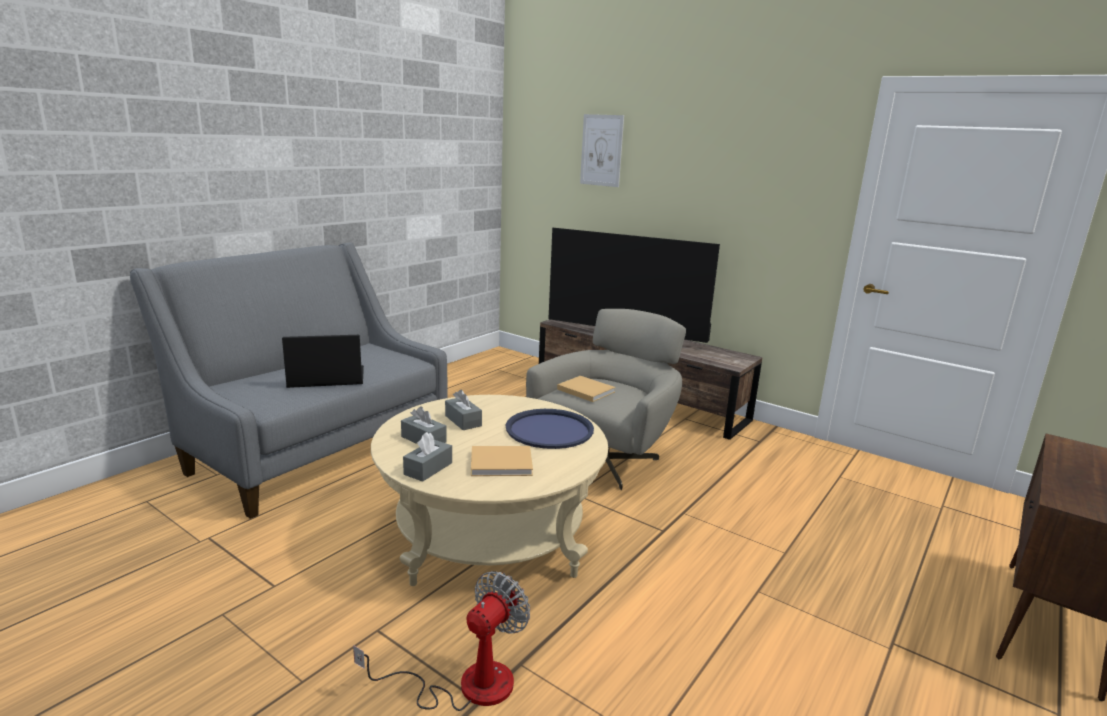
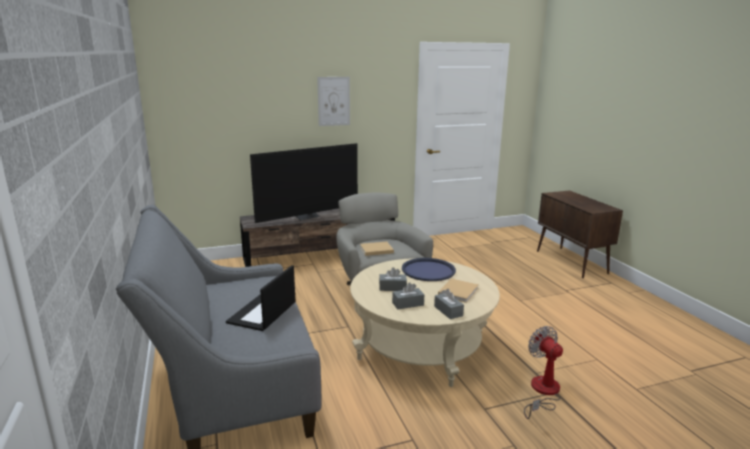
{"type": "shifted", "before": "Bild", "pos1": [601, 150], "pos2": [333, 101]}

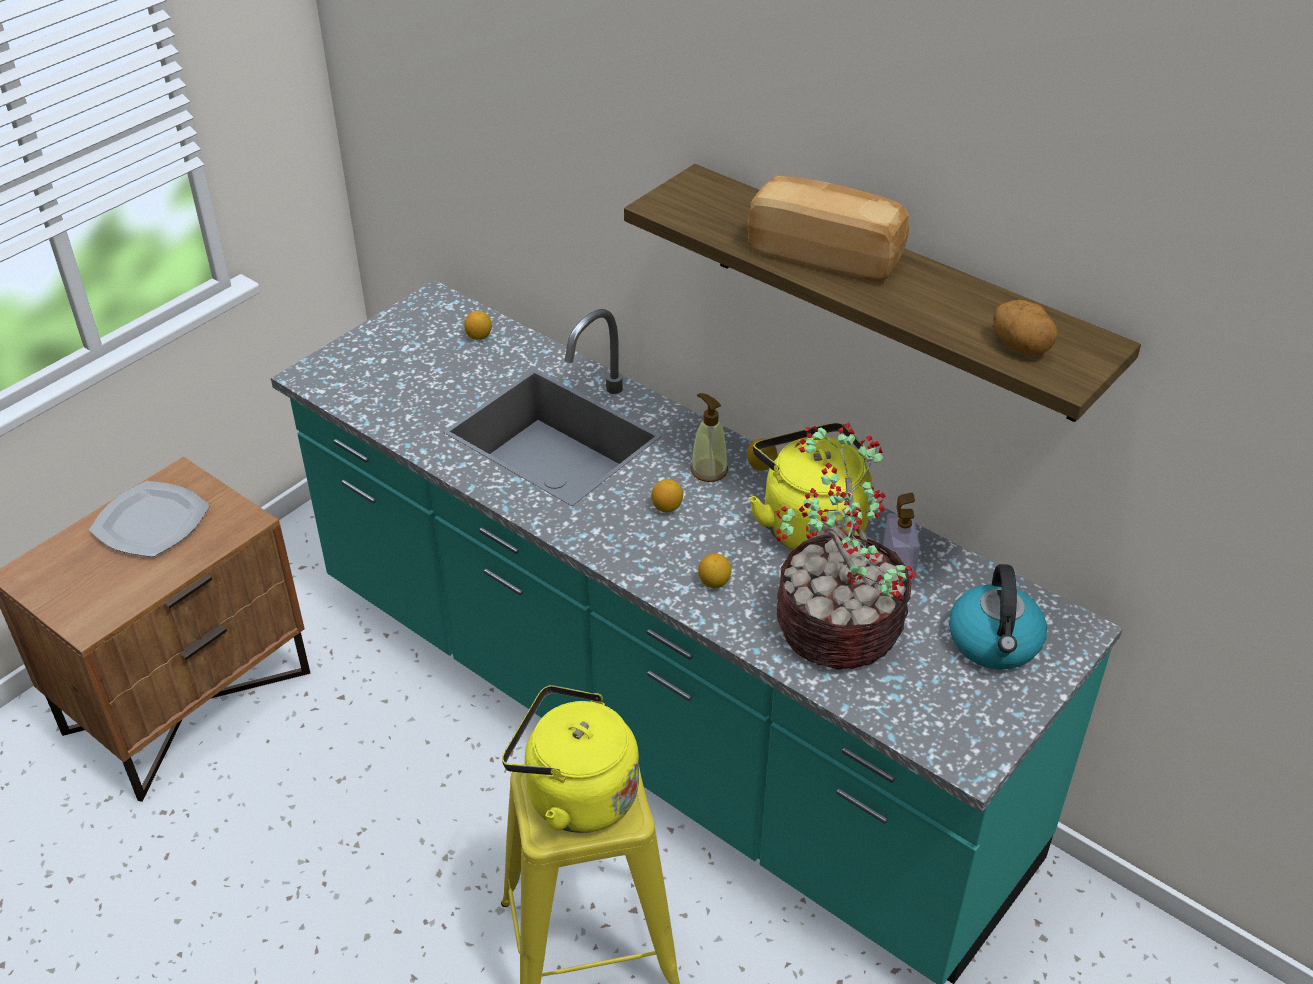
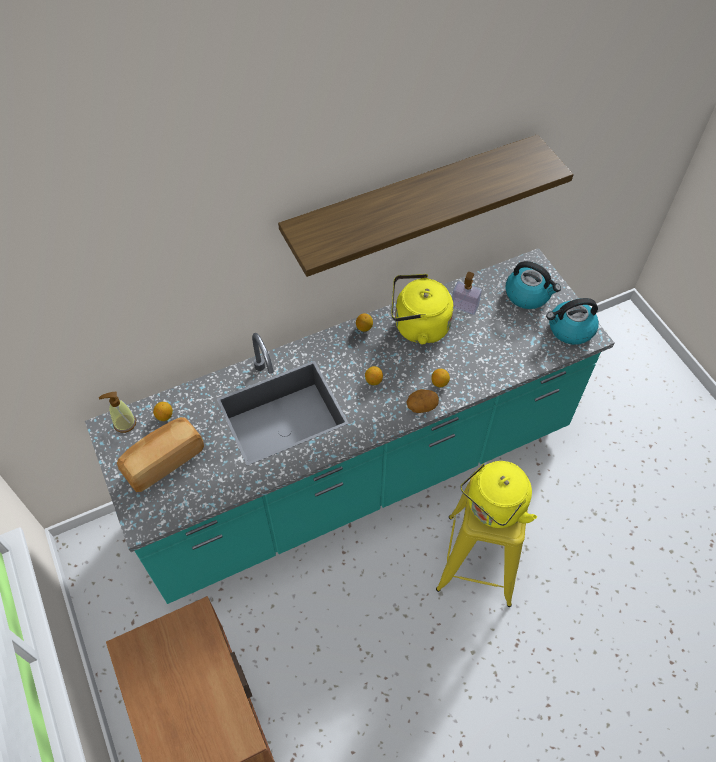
{"type": "gone", "before": "Teller", "pos1": [151, 521]}
{"type": "shifted", "before": "Seifenspender", "pos1": [708, 470], "pos2": [124, 423]}
{"type": "shifted", "before": "Brot", "pos1": [826, 254], "pos2": [163, 461]}
{"type": "gone", "before": "Topfpflanze", "pos1": [835, 624]}
{"type": "shifted", "before": "Kartoffel", "pos1": [1021, 346], "pos2": [422, 407]}
{"type": "new", "after": "Wasserkessel", "pos2": [570, 329]}

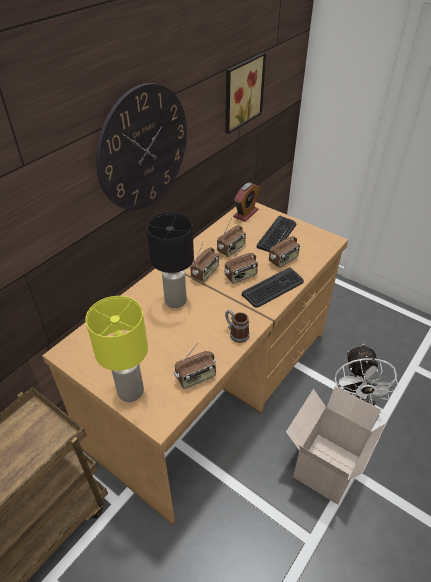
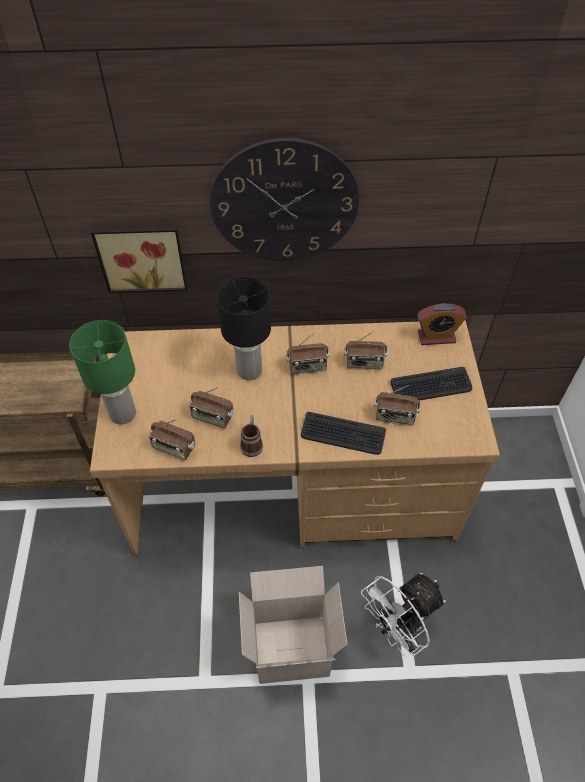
{"type": "repainted", "before": "Tischlampe [gelb]", "after": "Tischlampe [grün]", "pos1": [131, 391], "pos2": [123, 414]}
{"type": "shifted", "before": "Radio", "pos1": [241, 276], "pos2": [212, 417]}
{"type": "shifted", "before": "Bild", "pos1": [241, 92], "pos2": [142, 257]}

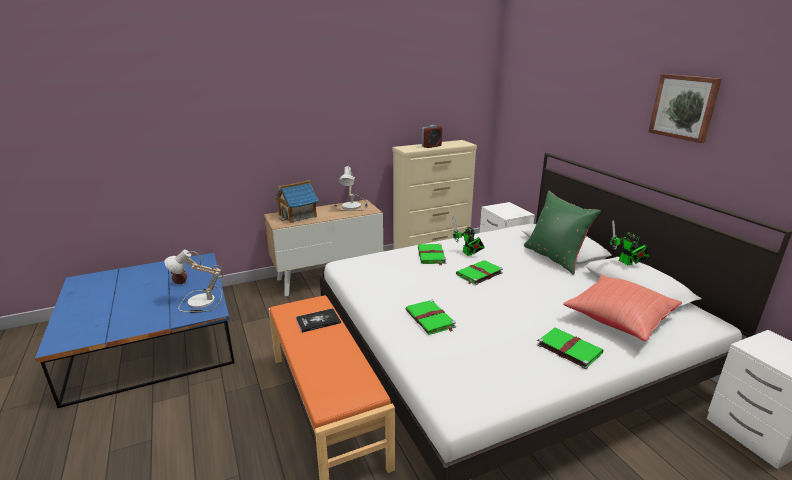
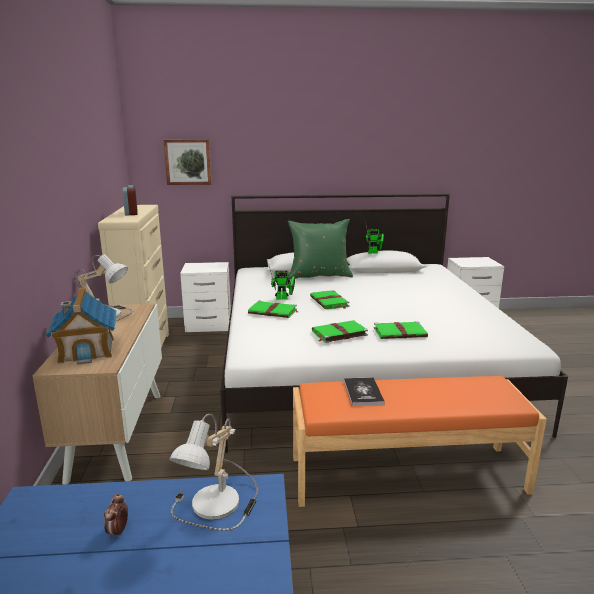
{"type": "shifted", "before": "Buch [grün]", "pos1": [568, 348], "pos2": [338, 333]}
{"type": "gone", "before": "Kissen [rot]", "pos1": [618, 319]}
{"type": "shifted", "before": "Bild", "pos1": [684, 107], "pos2": [188, 162]}

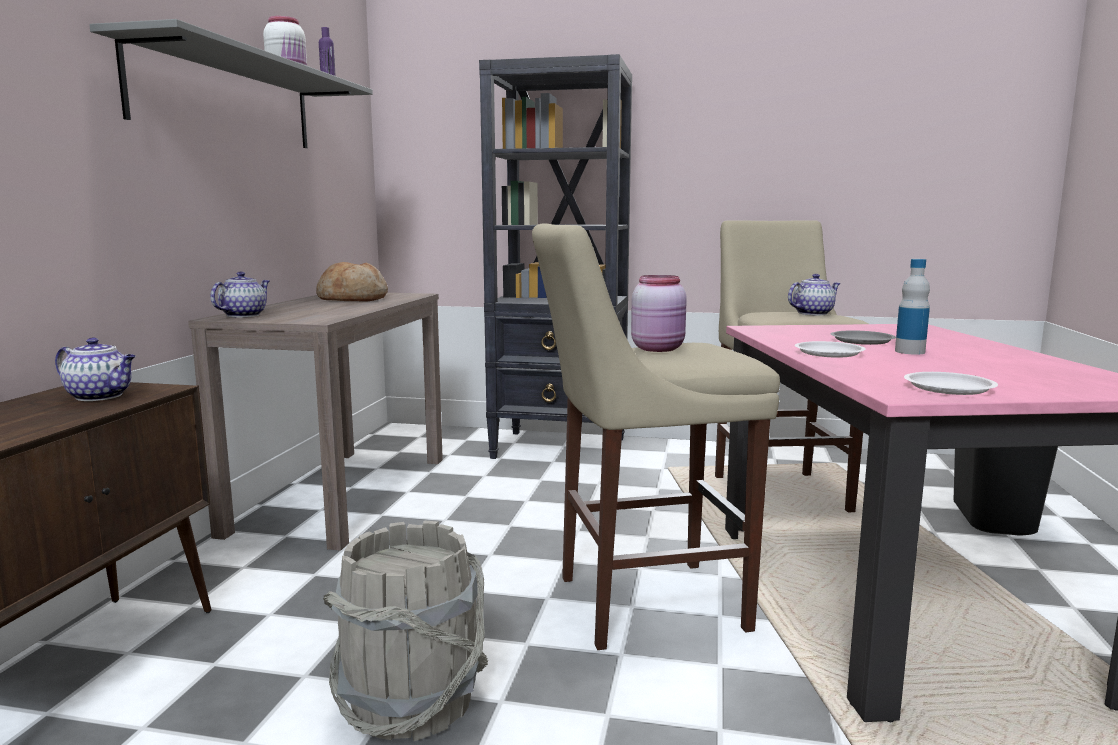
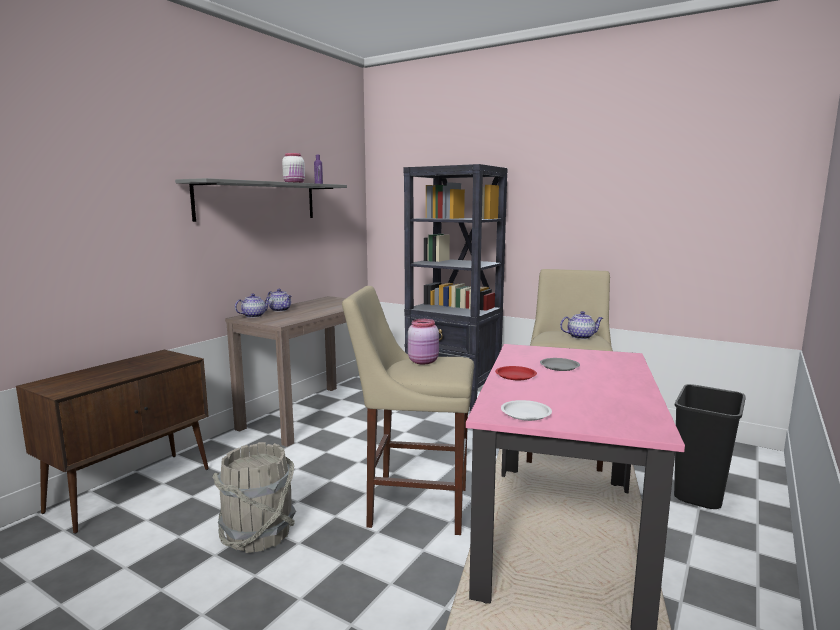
{"type": "shifted", "before": "Teekanne", "pos1": [101, 396], "pos2": [280, 310]}
{"type": "gone", "before": "Brot", "pos1": [353, 299]}
{"type": "repainted", "before": "Teller [weiß]", "after": "Teller [rot]", "pos1": [829, 353], "pos2": [515, 376]}
{"type": "gone", "before": "Flasche", "pos1": [909, 352]}

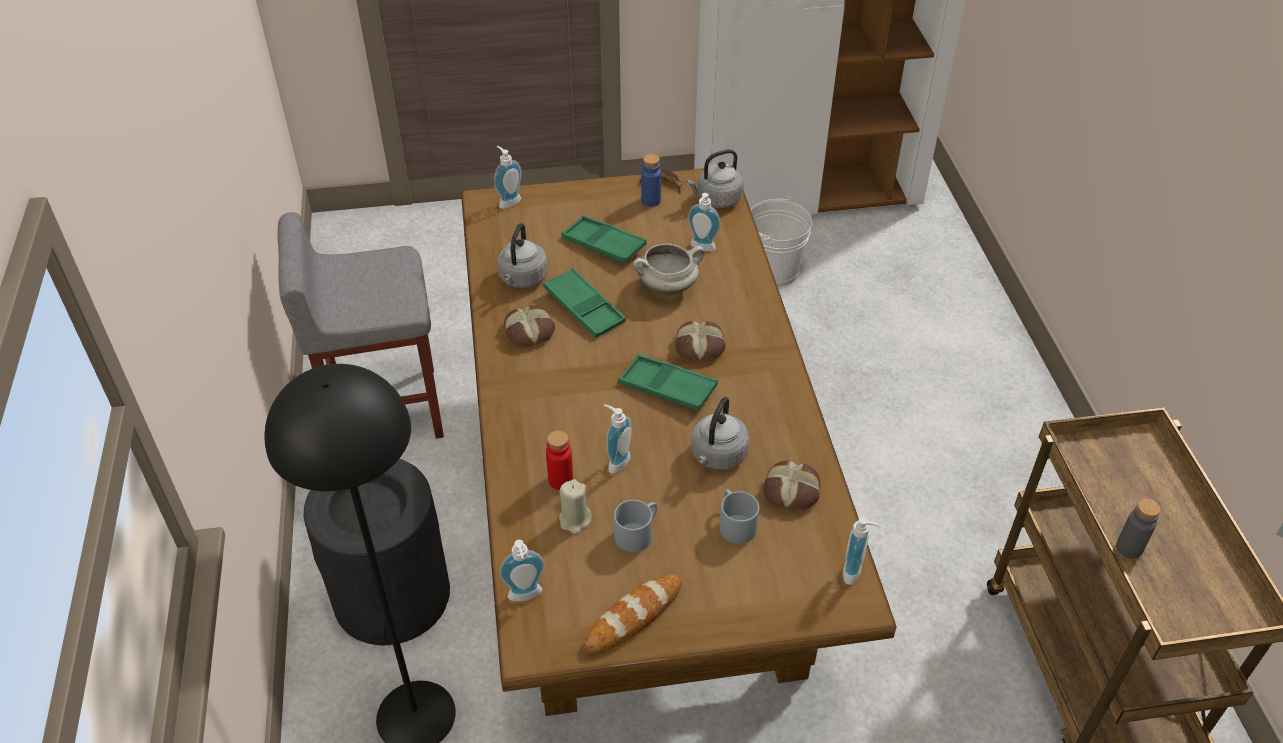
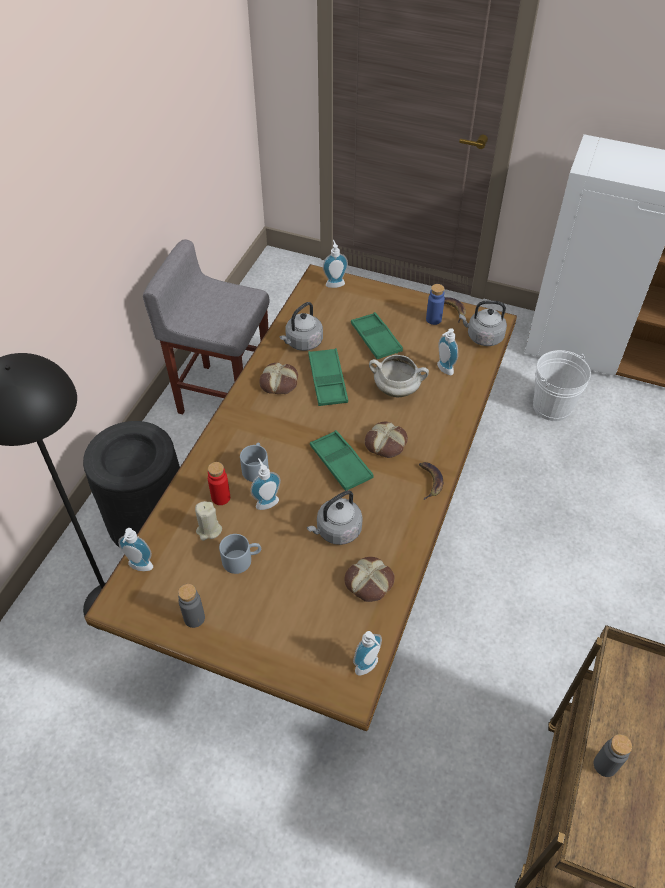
{"type": "swapped", "before": "Brot", "after": "Flasche [grau]", "pos1": [633, 617], "pos2": [194, 618]}
{"type": "shifted", "before": "Henkelbecher [grau]", "pos1": [734, 523], "pos2": [255, 467]}
{"type": "new", "after": "Banane", "pos2": [429, 481]}

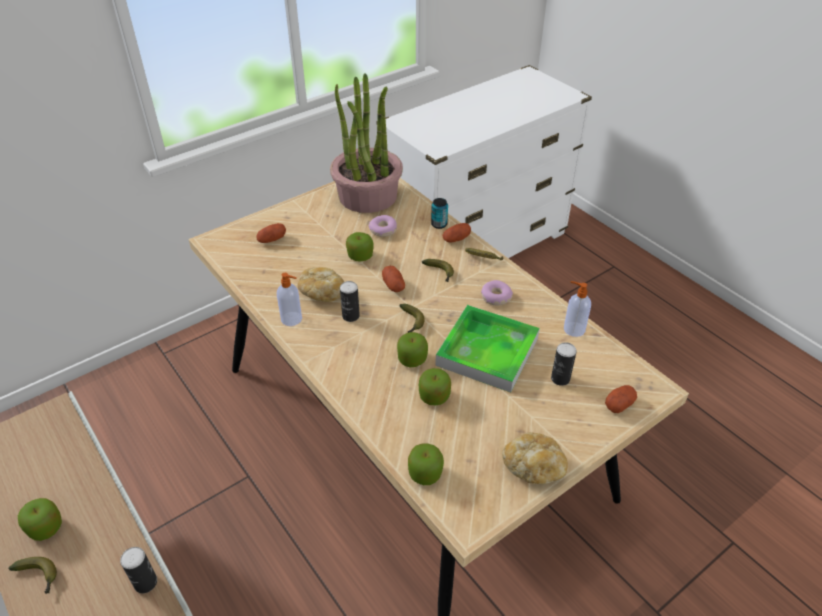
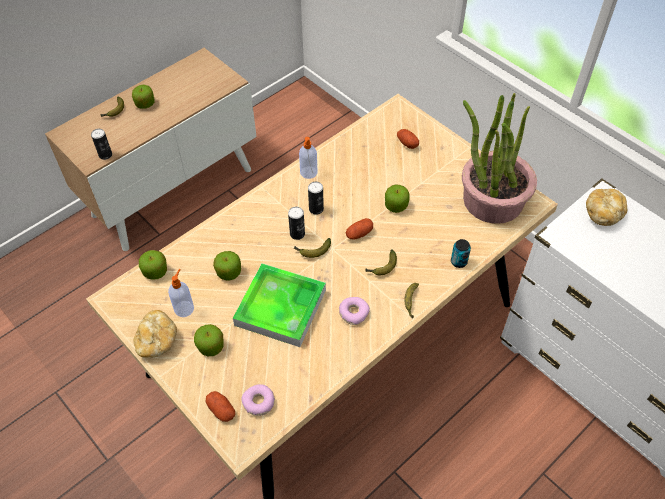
{"type": "shifted", "before": "Brot", "pos1": [321, 293], "pos2": [603, 213]}
{"type": "shifted", "before": "Donut", "pos1": [383, 230], "pos2": [259, 402]}
{"type": "shifted", "before": "Apfel", "pos1": [412, 359], "pos2": [211, 346]}
{"type": "gone", "before": "Kartoffel", "pos1": [456, 239]}
{"type": "shifted", "before": "Dose", "pos1": [560, 378], "pos2": [297, 234]}
{"type": "shifted", "before": "Seifenspender", "pos1": [573, 329], "pos2": [184, 308]}

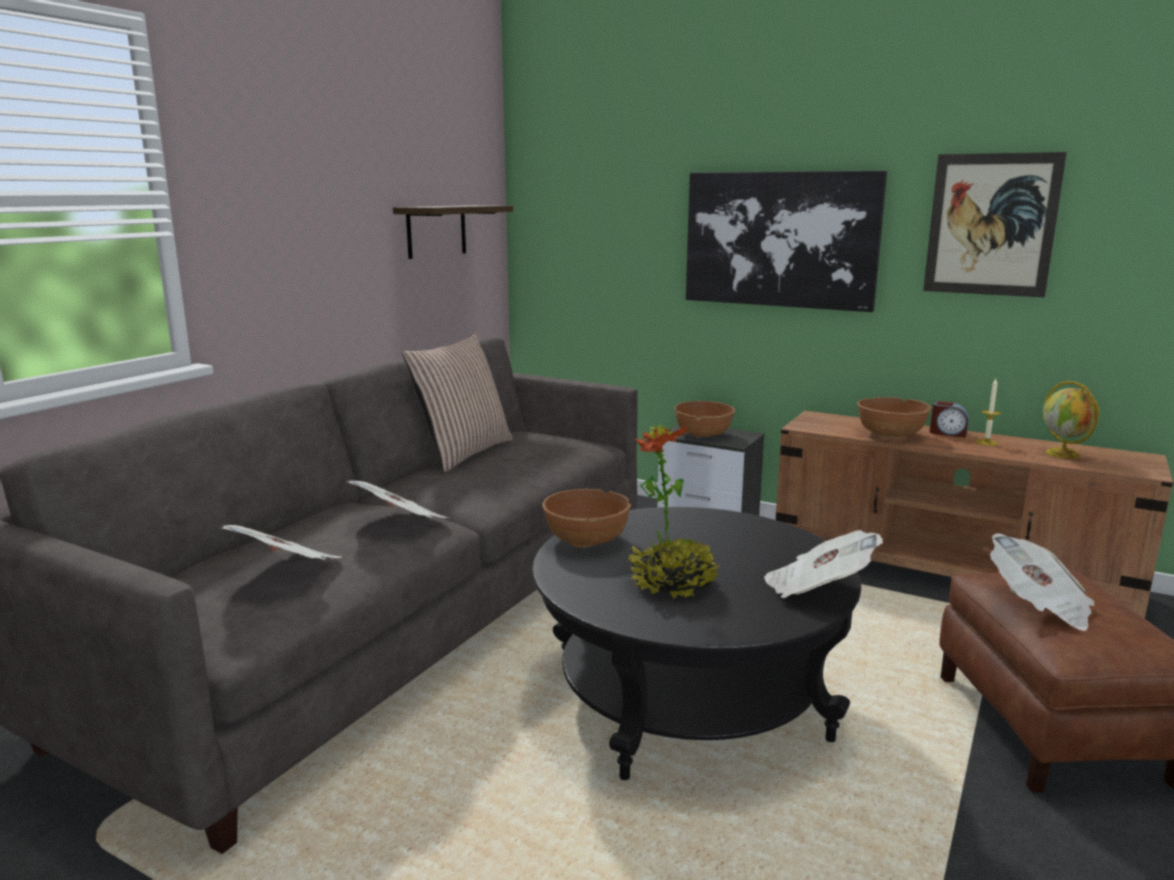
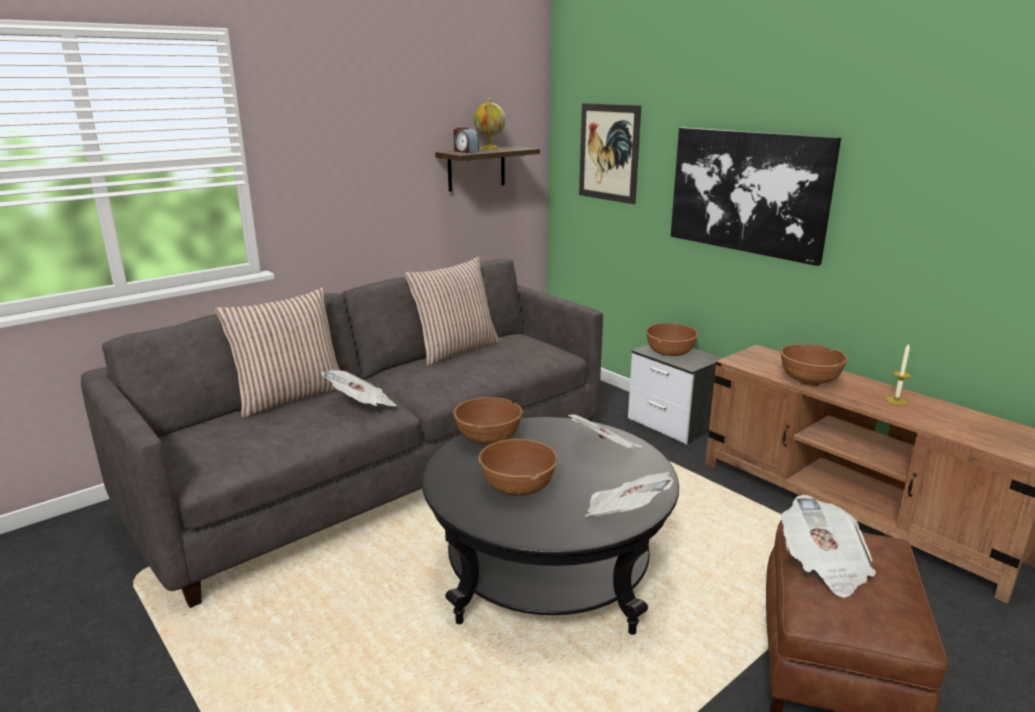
{"type": "shifted", "before": "Zeitung", "pos1": [285, 570], "pos2": [605, 450]}
{"type": "swapped", "before": "Topfpflanze", "after": "Schüssel [braun]", "pos1": [672, 584], "pos2": [518, 487]}
{"type": "shifted", "before": "Bild", "pos1": [991, 225], "pos2": [609, 152]}
{"type": "shifted", "before": "Wecker", "pos1": [948, 433], "pos2": [465, 151]}
{"type": "shifted", "before": "Globus", "pos1": [1063, 454], "pos2": [490, 149]}
{"type": "new", "after": "Kissen", "pos2": [290, 396]}

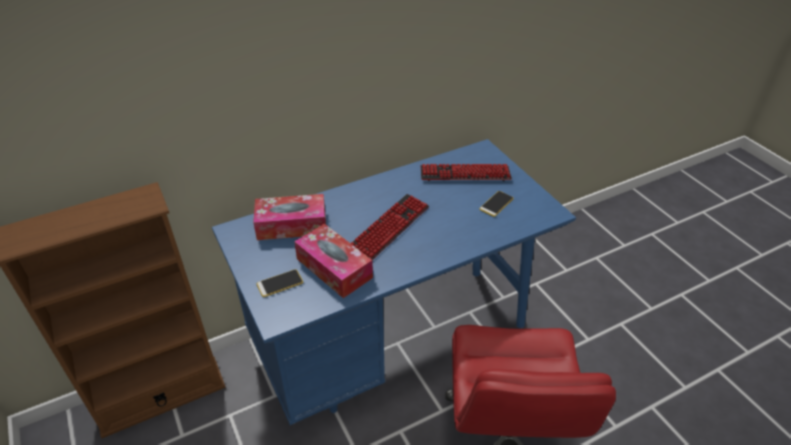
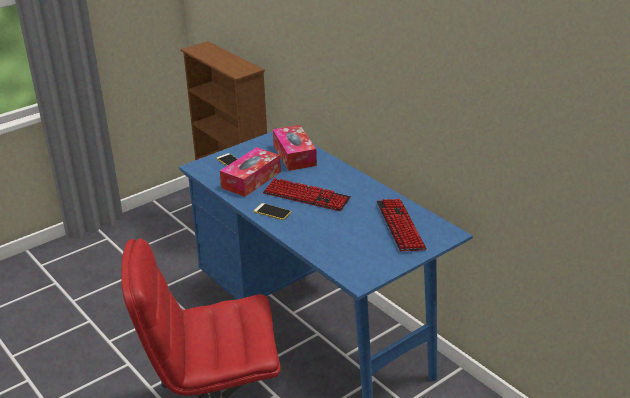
{"type": "shifted", "before": "Handy", "pos1": [496, 204], "pos2": [272, 212]}

